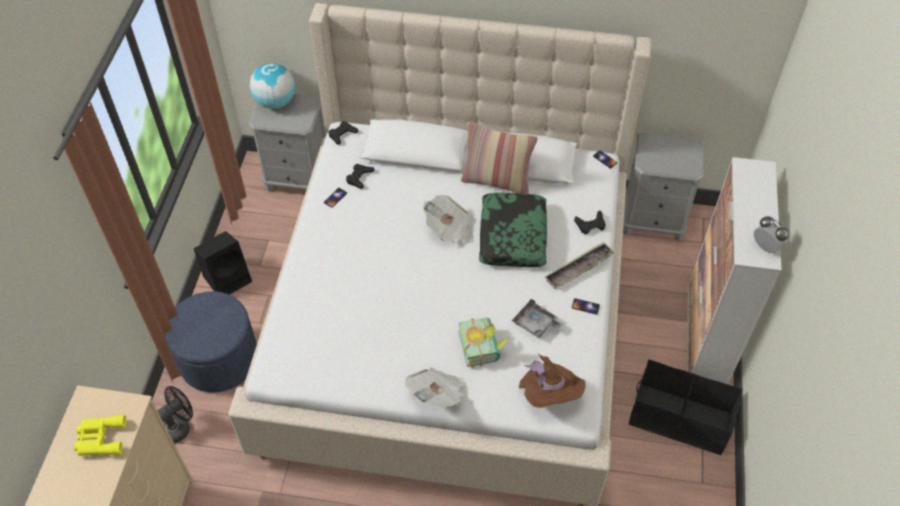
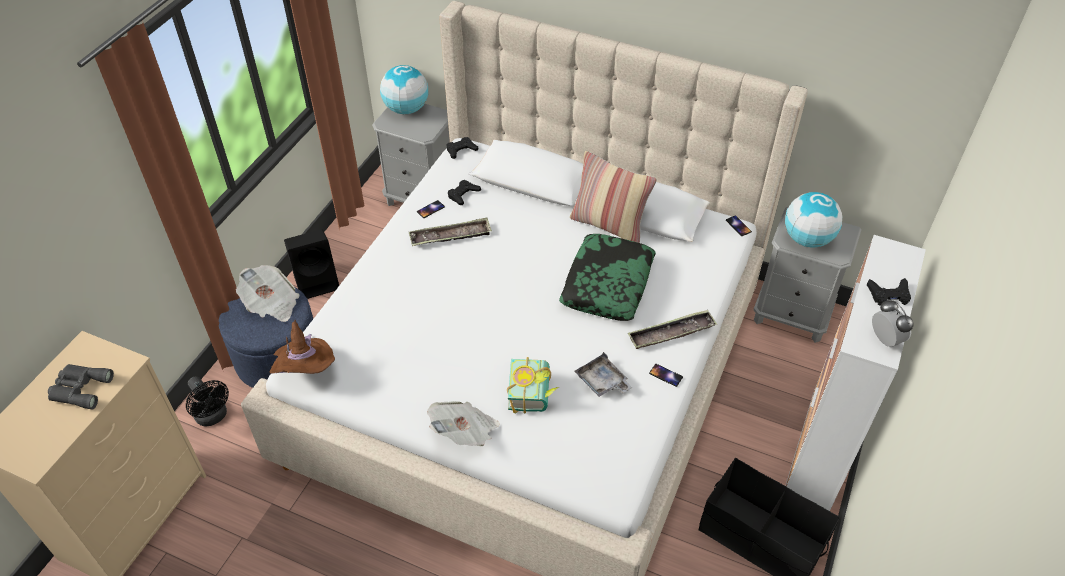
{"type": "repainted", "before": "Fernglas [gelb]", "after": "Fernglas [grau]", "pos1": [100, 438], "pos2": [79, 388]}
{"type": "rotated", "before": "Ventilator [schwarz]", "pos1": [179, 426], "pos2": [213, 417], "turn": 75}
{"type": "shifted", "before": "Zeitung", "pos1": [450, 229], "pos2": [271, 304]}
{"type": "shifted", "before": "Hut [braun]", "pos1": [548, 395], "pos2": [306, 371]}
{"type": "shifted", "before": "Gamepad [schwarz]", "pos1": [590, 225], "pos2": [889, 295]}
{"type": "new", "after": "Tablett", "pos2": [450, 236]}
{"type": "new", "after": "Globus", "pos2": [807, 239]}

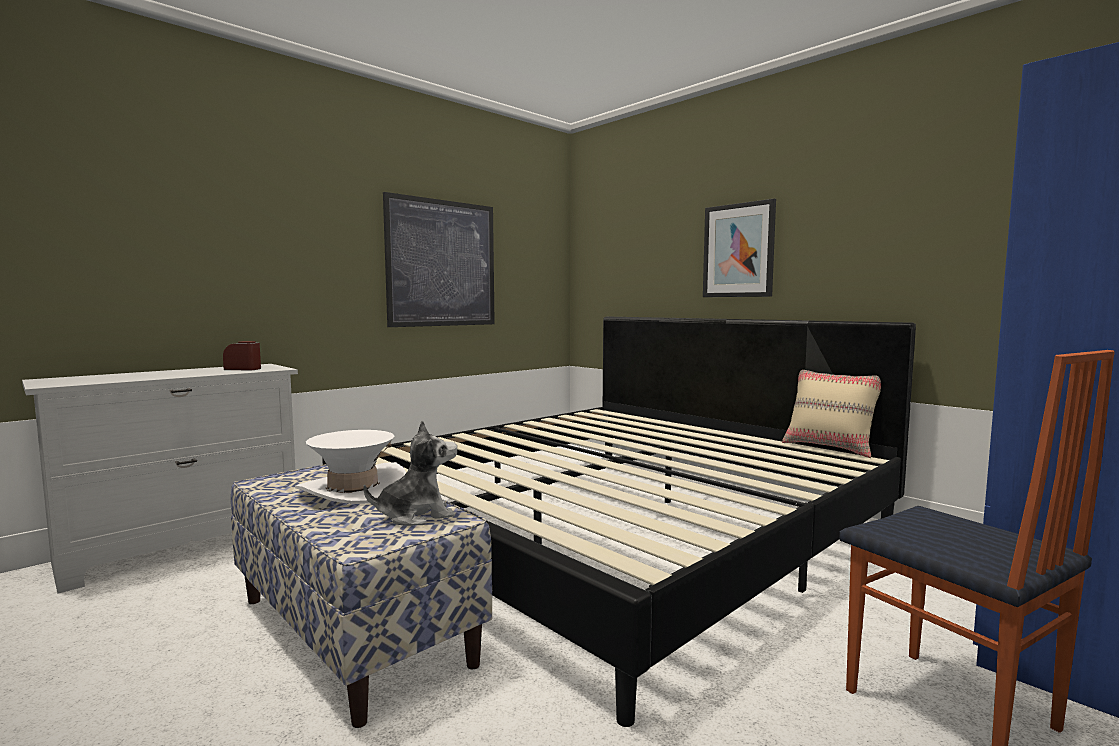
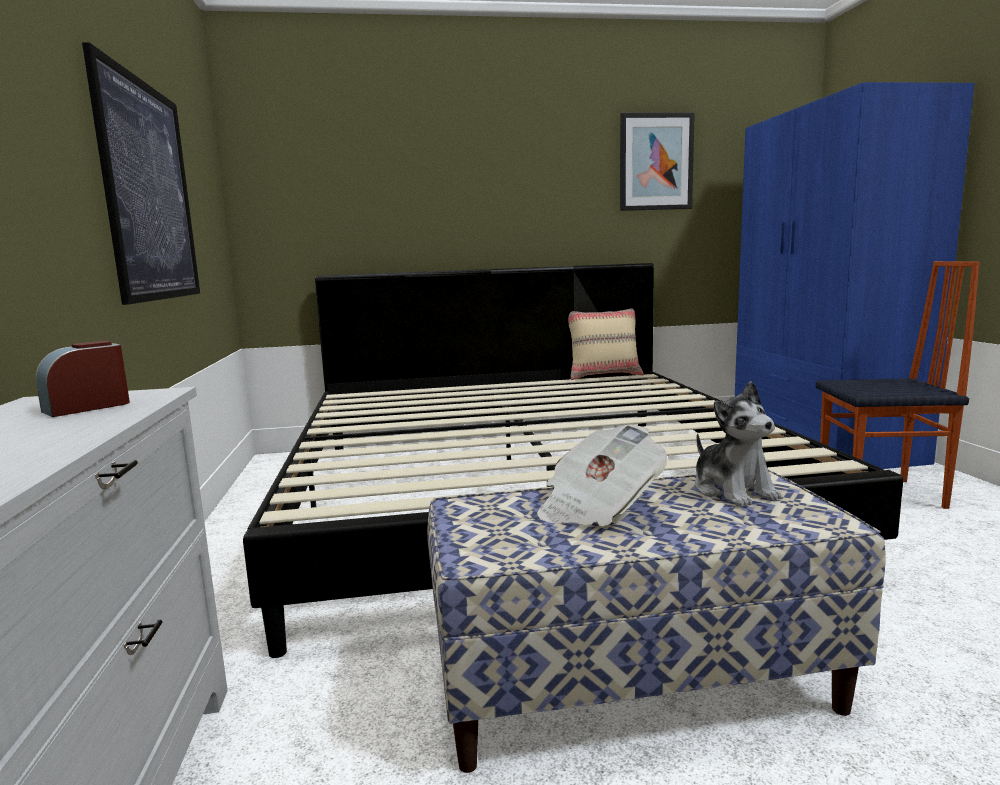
{"type": "swapped", "before": "Hut [weiß]", "after": "Zeitung", "pos1": [353, 489], "pos2": [597, 507]}
{"type": "rotated", "before": "Plüschtier", "pos1": [416, 515], "pos2": [733, 490], "turn": 150}
{"type": "shifted", "before": "Bild", "pos1": [738, 250], "pos2": [656, 162]}

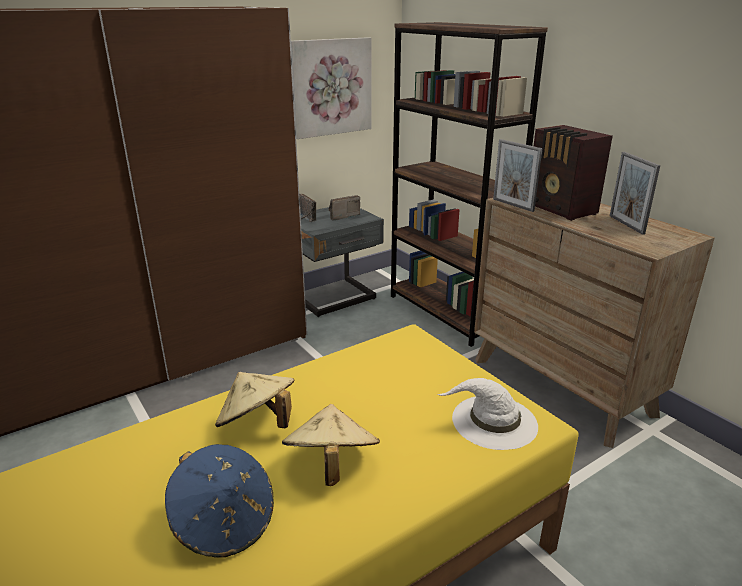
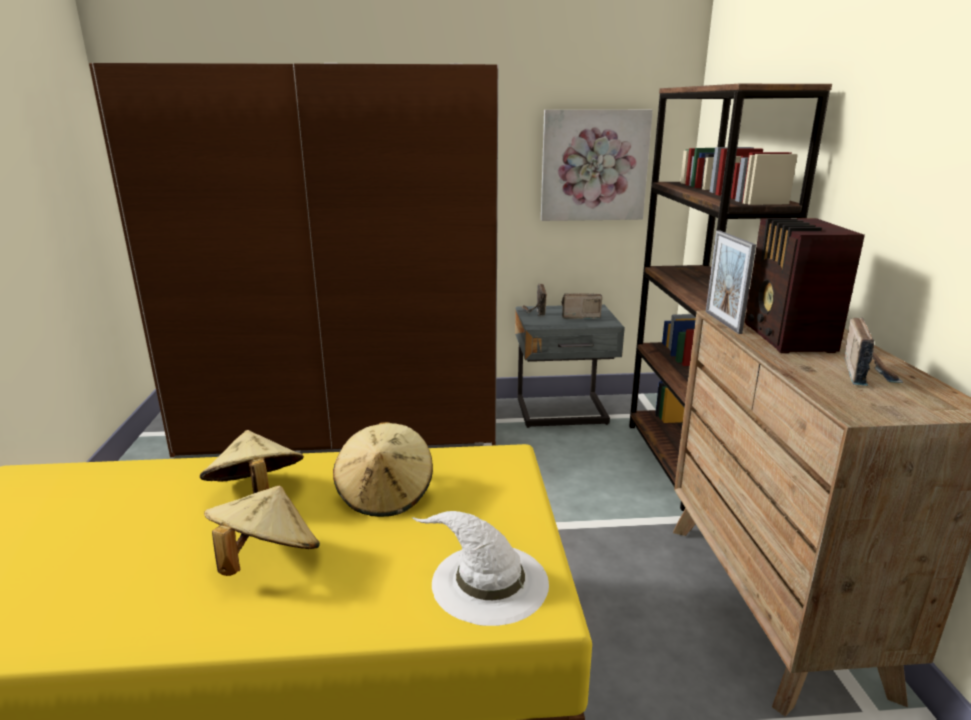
{"type": "gone", "before": "Hut [blau]", "pos1": [224, 523]}
{"type": "swapped", "before": "Bilderrahmen", "after": "Radio", "pos1": [626, 224], "pos2": [866, 374]}
{"type": "new", "after": "Hut [beige]", "pos2": [385, 494]}

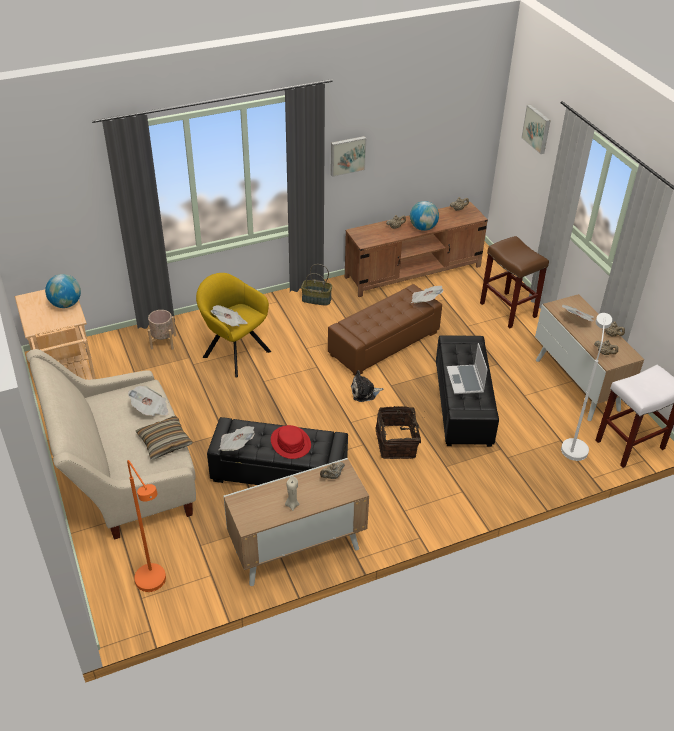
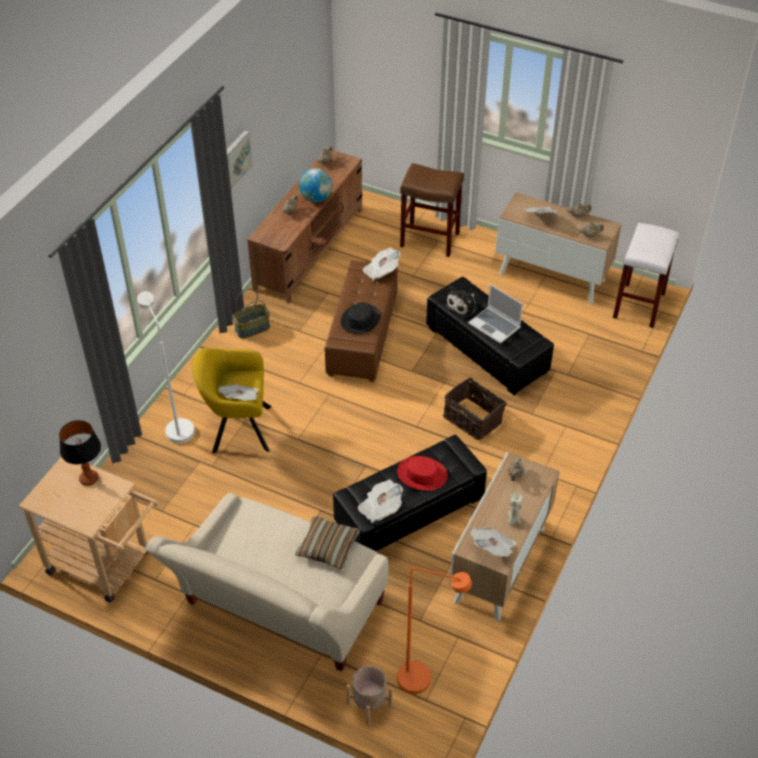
{"type": "swapped", "before": "Globus", "after": "Tischlampe", "pos1": [66, 304], "pos2": [89, 479]}
{"type": "shifted", "before": "Zeitung", "pos1": [150, 409], "pos2": [493, 548]}
{"type": "shifted", "before": "Pflanzkübel [beige]", "pos1": [163, 342], "pos2": [369, 704]}
{"type": "shifted", "before": "Plüschtier", "pos1": [364, 392], "pos2": [463, 306]}
{"type": "gone", "before": "Bild", "pos1": [537, 128]}
{"type": "shifted", "before": "Stehlampe [weiß]", "pos1": [574, 445], "pos2": [176, 426]}
{"type": "new", "after": "Hut [schwarz]", "pos2": [360, 319]}

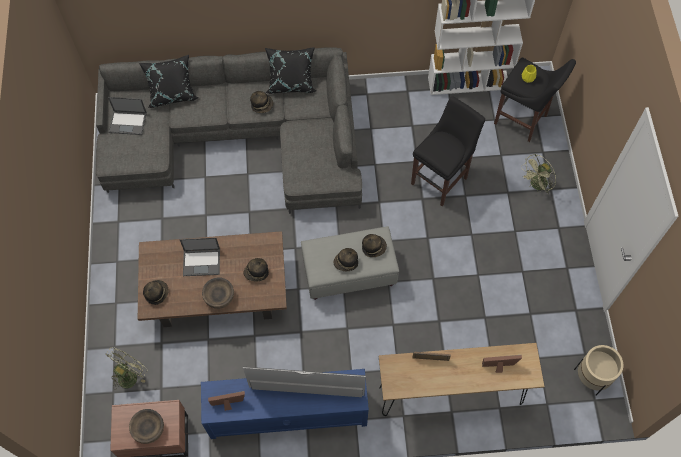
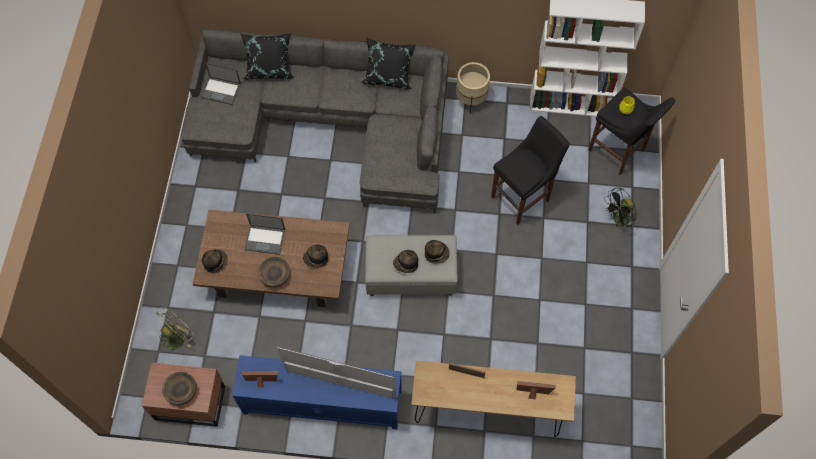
{"type": "gone", "before": "Hut", "pos1": [262, 105]}
{"type": "repainted", "before": "Ventilator [grün]", "after": "Ventilator [schwarz]", "pos1": [536, 185], "pos2": [618, 220]}
{"type": "shifted", "before": "Pflanzkübel [beige]", "pos1": [592, 377], "pos2": [471, 100]}

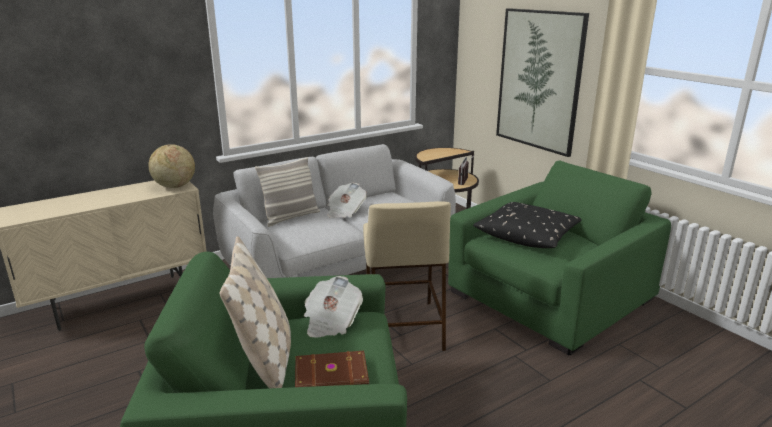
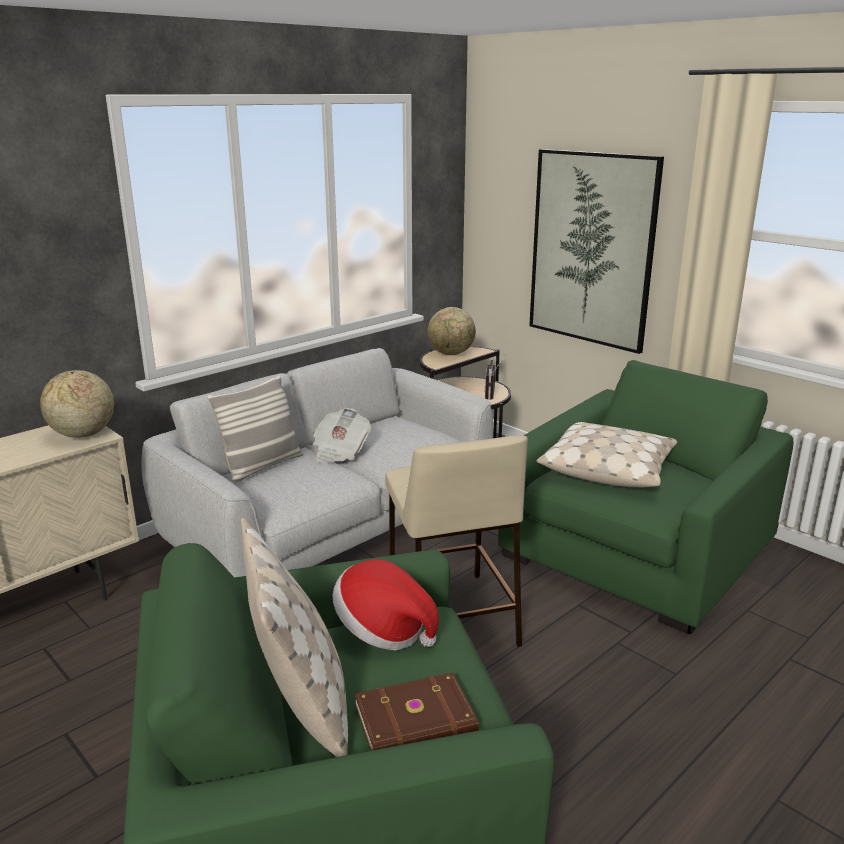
{"type": "swapped", "before": "Zeitung", "after": "Hut", "pos1": [331, 322], "pos2": [383, 630]}
{"type": "repainted", "before": "Kissen [schwarz]", "after": "Kissen [beige]", "pos1": [527, 234], "pos2": [607, 468]}
{"type": "new", "after": "Globus", "pos2": [451, 354]}

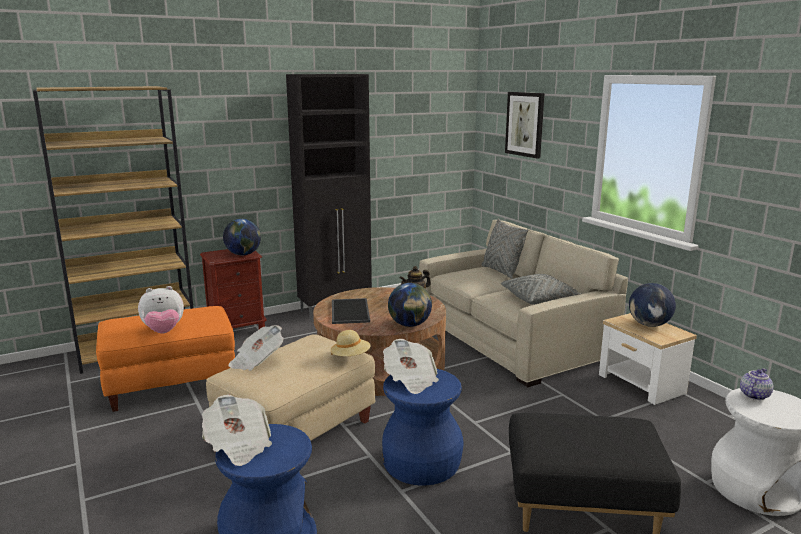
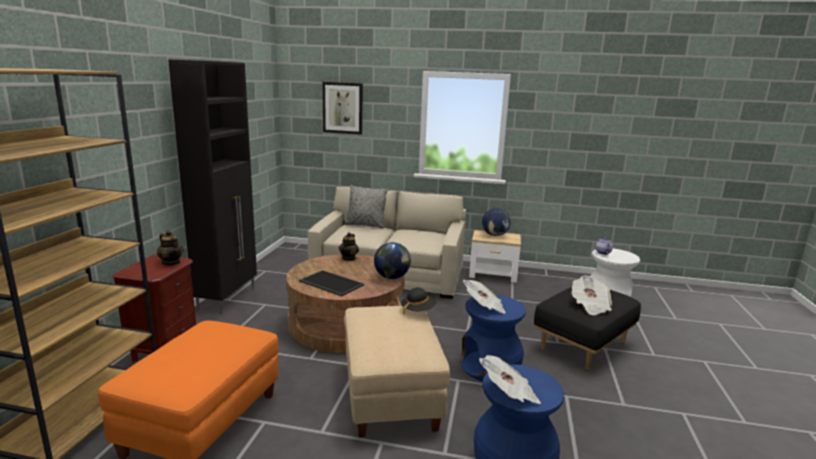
{"type": "gone", "before": "Plüschtier", "pos1": [163, 332]}
{"type": "swapped", "before": "Globus", "after": "Teekanne", "pos1": [243, 254], "pos2": [171, 262]}
{"type": "shifted", "before": "Zeitung", "pos1": [257, 361], "pos2": [590, 306]}
{"type": "repainted", "before": "Hut [beige]", "after": "Hut [schwarz]", "pos1": [350, 357], "pos2": [418, 310]}
{"type": "gone", "before": "Kissen [grau]", "pos1": [539, 299]}

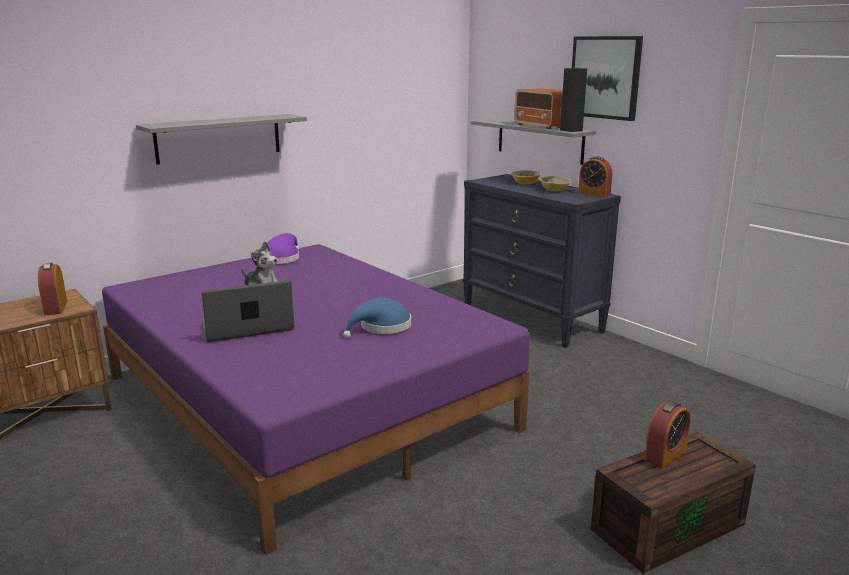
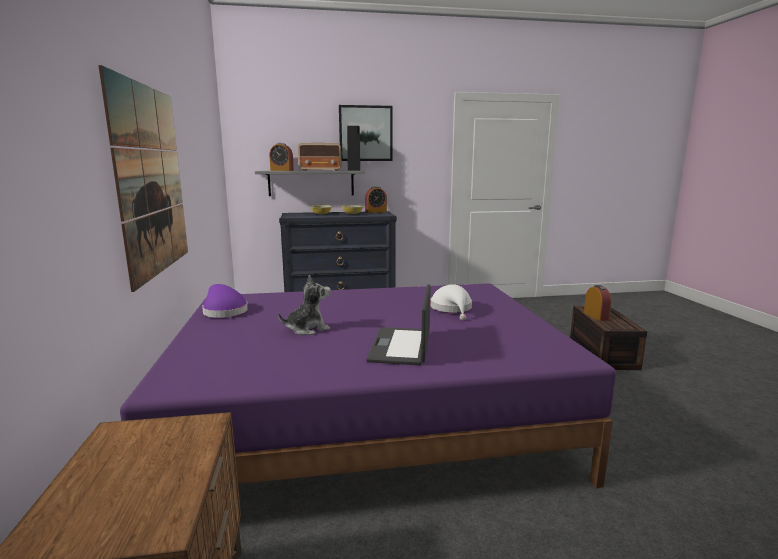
{"type": "shifted", "before": "Wecker", "pos1": [55, 308], "pos2": [282, 170]}
{"type": "swapped", "before": "Wandregal [grau]", "after": "Bild", "pos1": [219, 138], "pos2": [151, 180]}
{"type": "repainted", "before": "Hut [blau]", "after": "Hut [weiß]", "pos1": [382, 327], "pos2": [452, 309]}

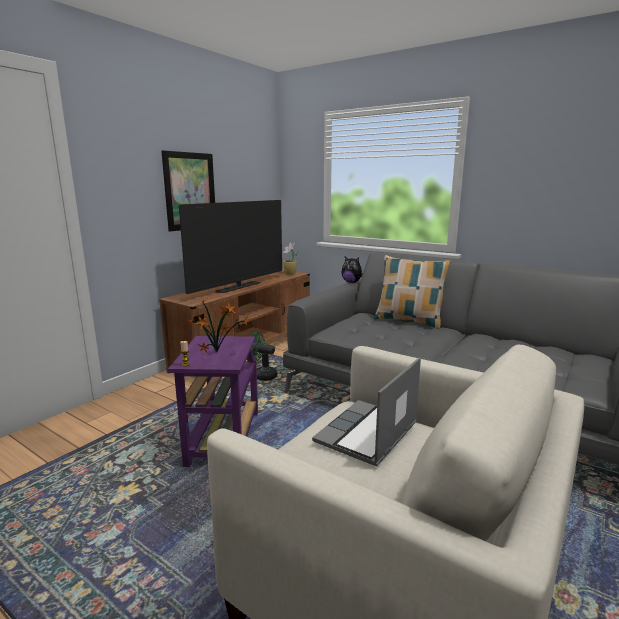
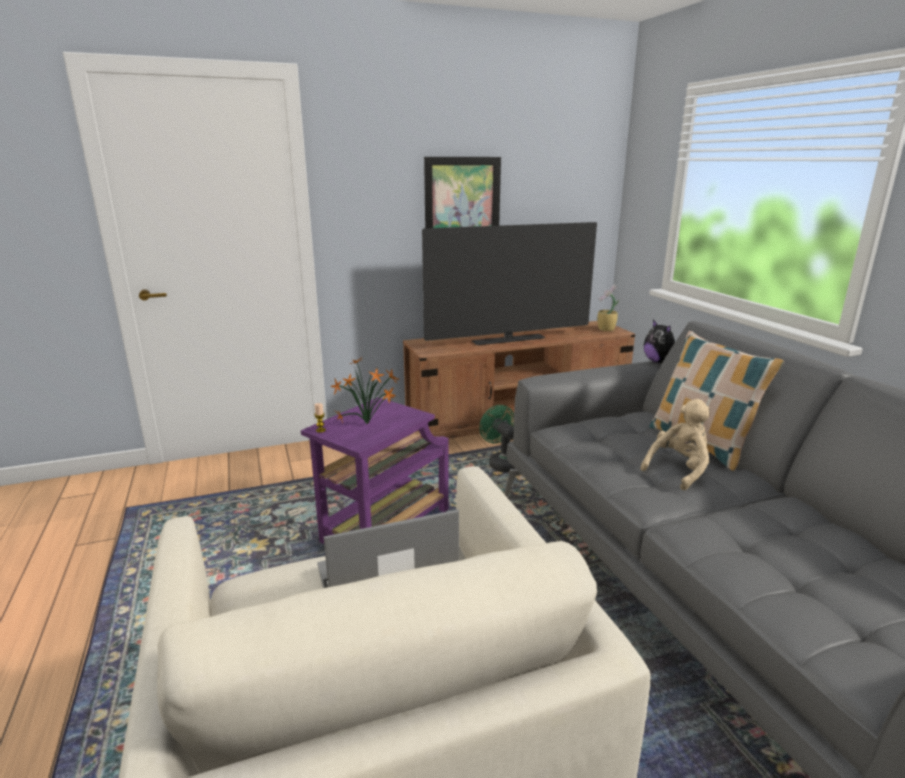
{"type": "new", "after": "Plüschtier [beige]", "pos2": [678, 470]}

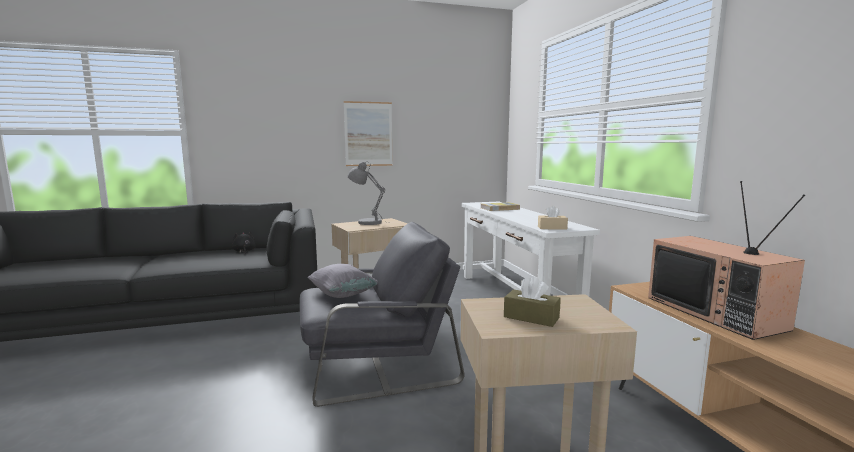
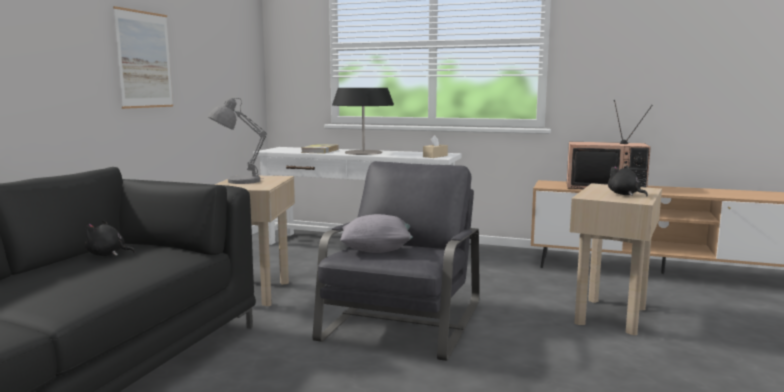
{"type": "swapped", "before": "Taschentuchbox [braun]", "after": "Plüschtier [schwarz]", "pos1": [531, 317], "pos2": [625, 194]}
{"type": "new", "after": "Tischlampe", "pos2": [363, 152]}

